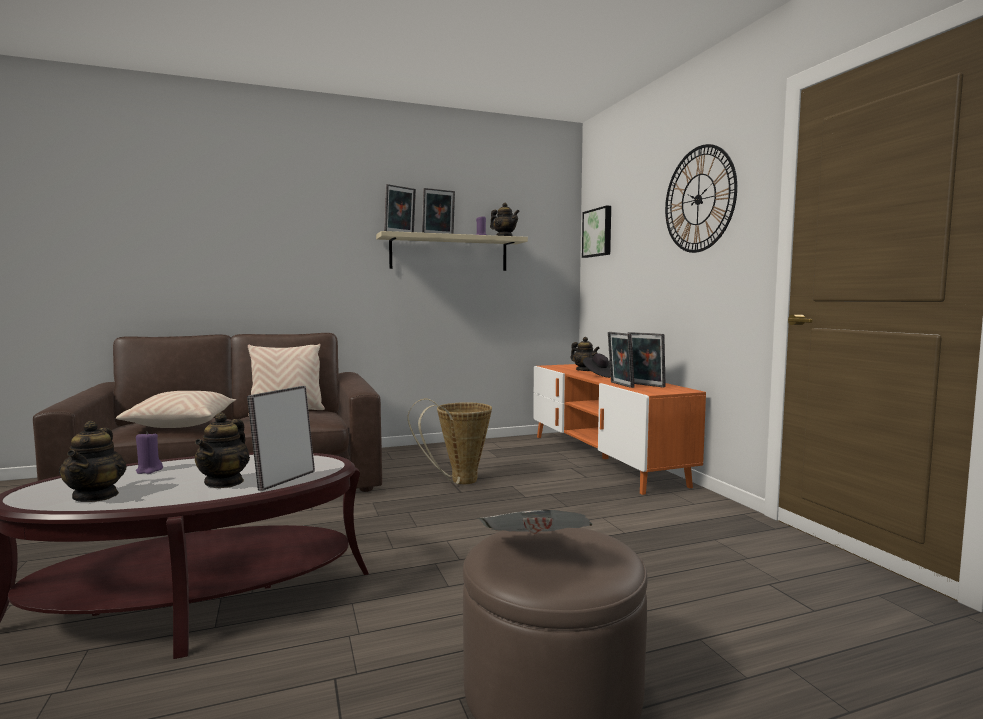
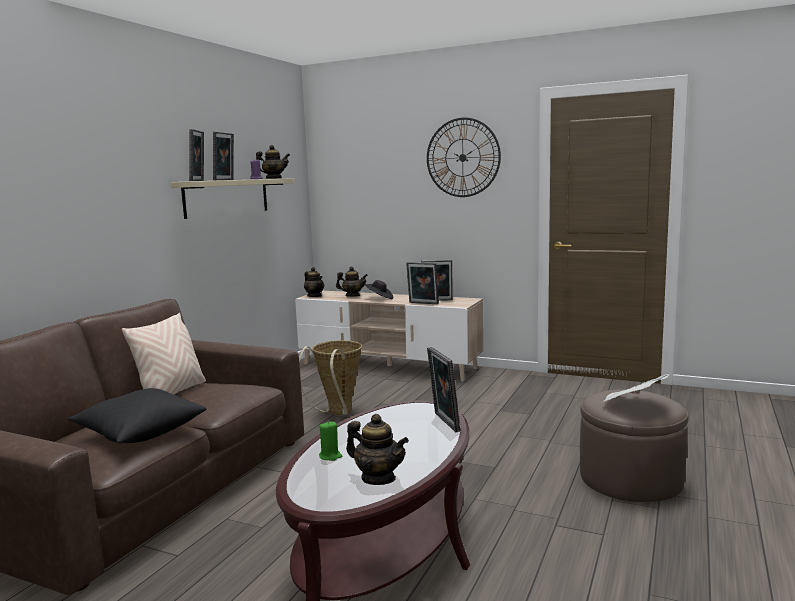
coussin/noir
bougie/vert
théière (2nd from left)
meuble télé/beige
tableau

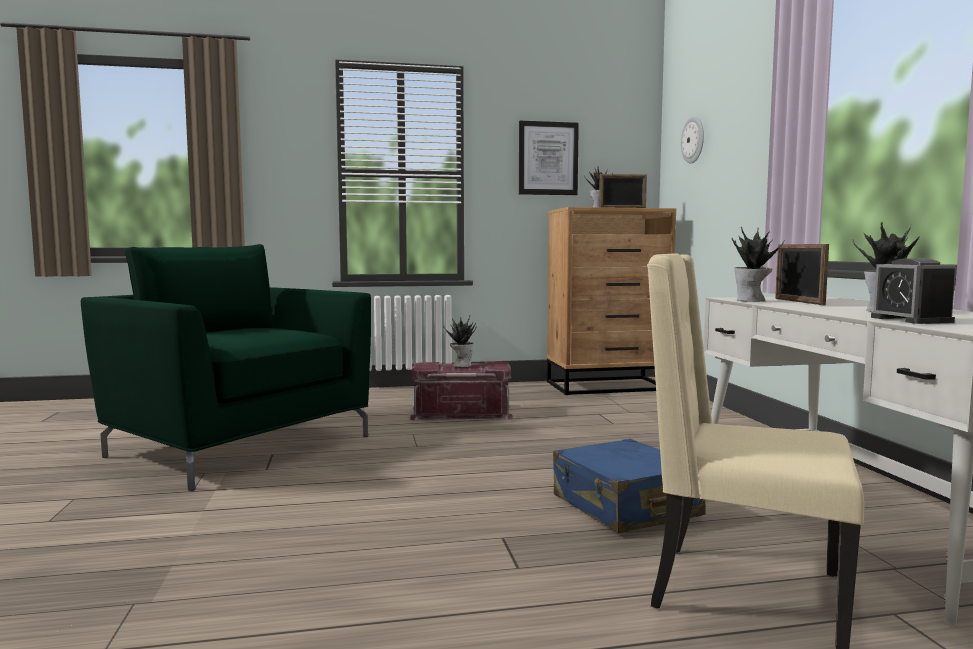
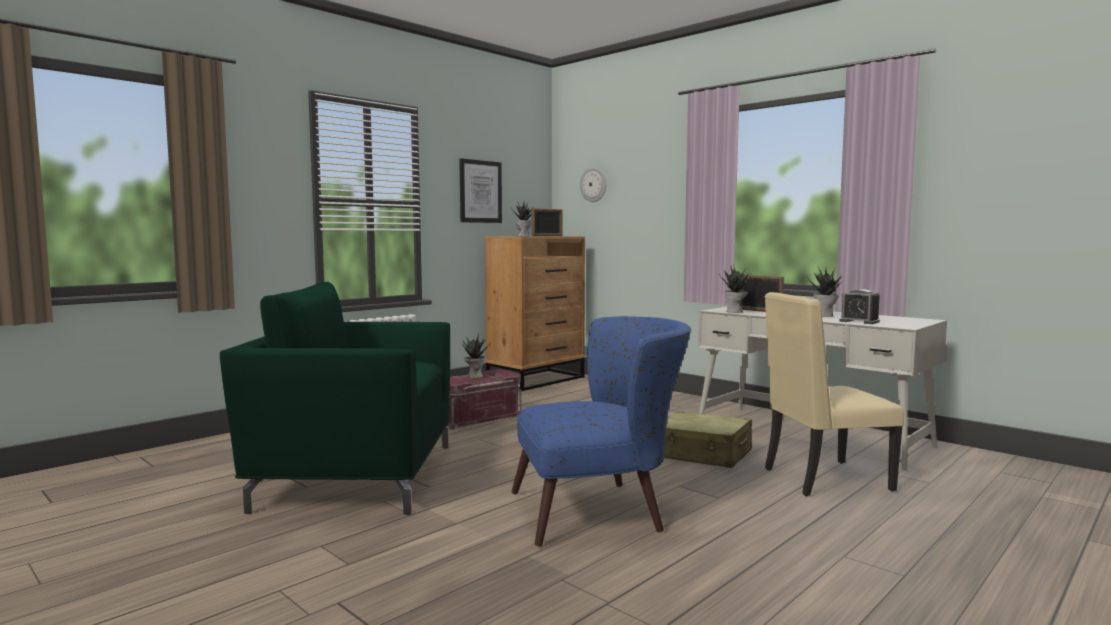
valise/beige
fauteuil/bleu

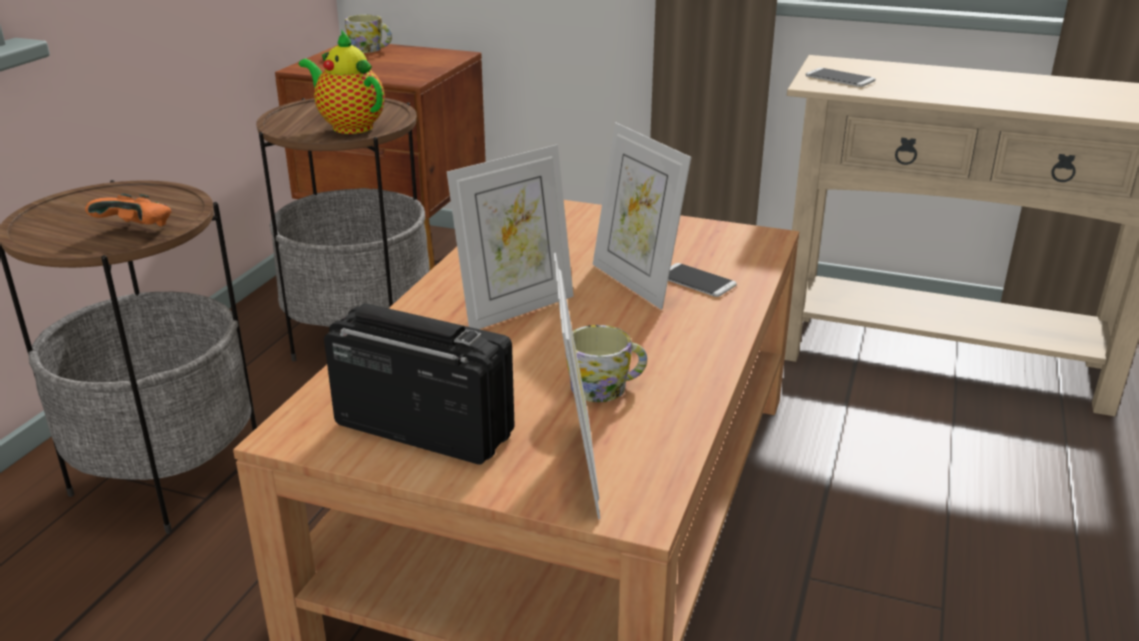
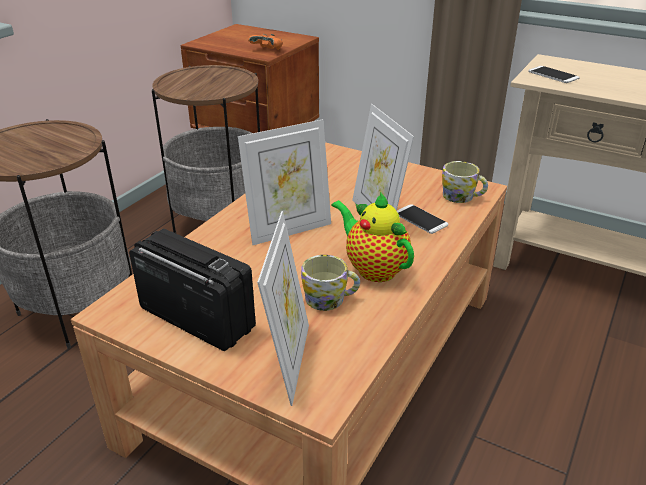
manette/orange
théière
mug (2nd from left)

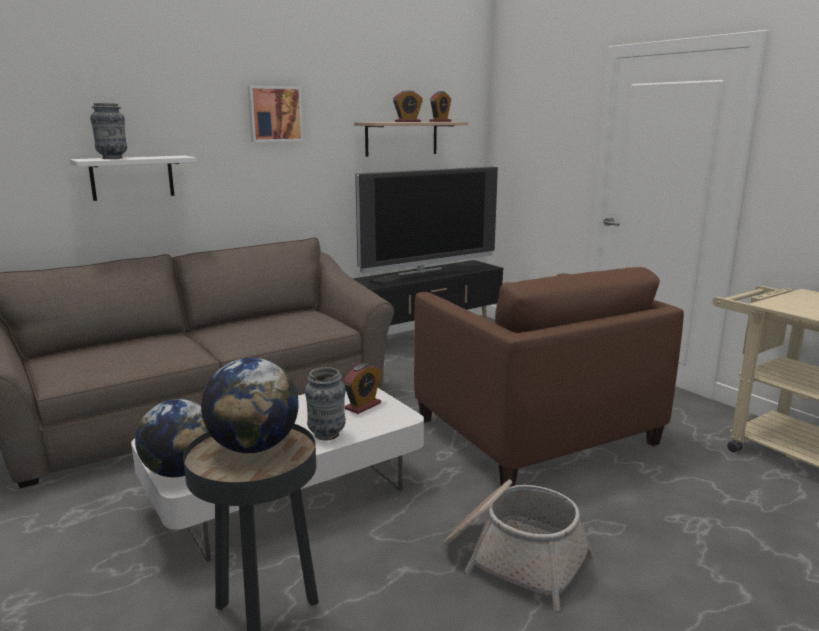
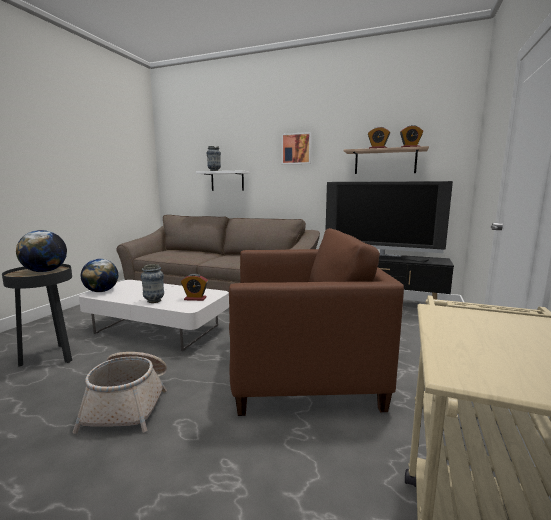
fauteuil/marron

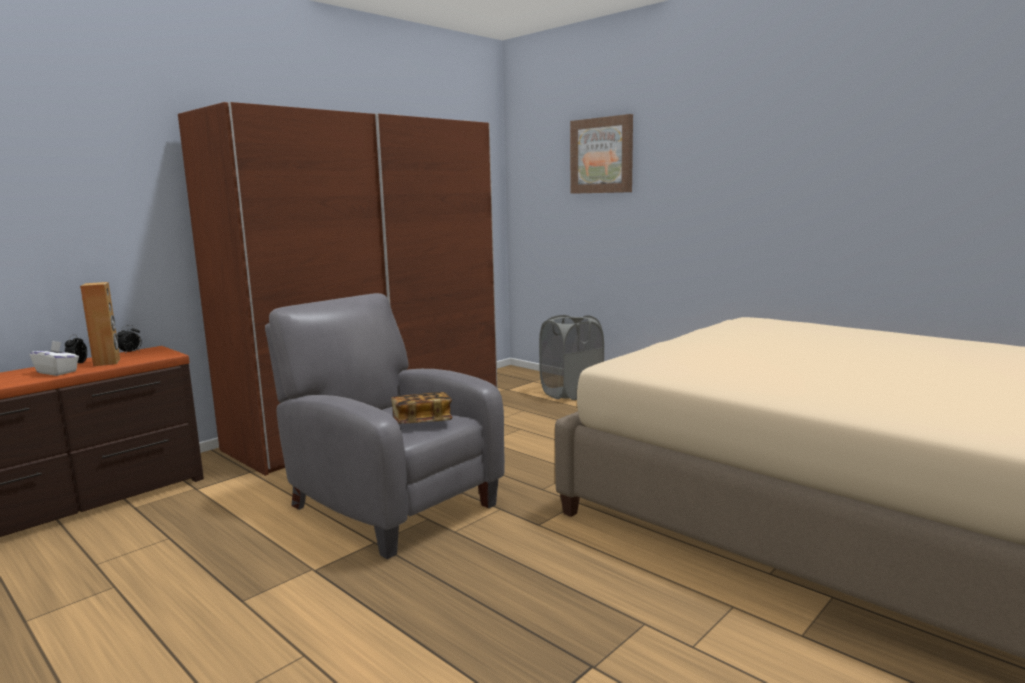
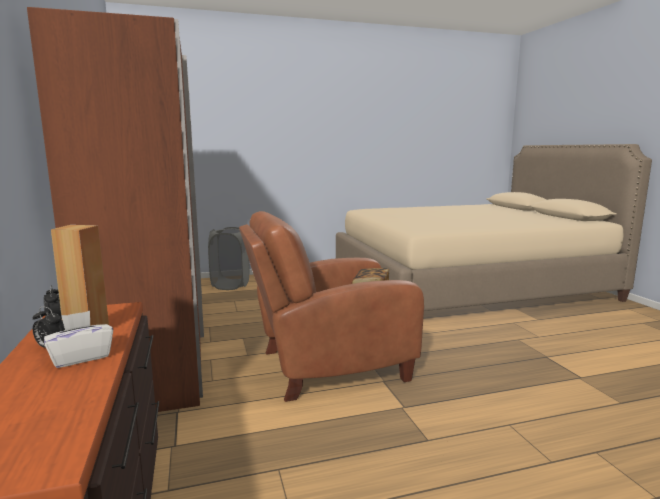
fauteuil/marron
tableau

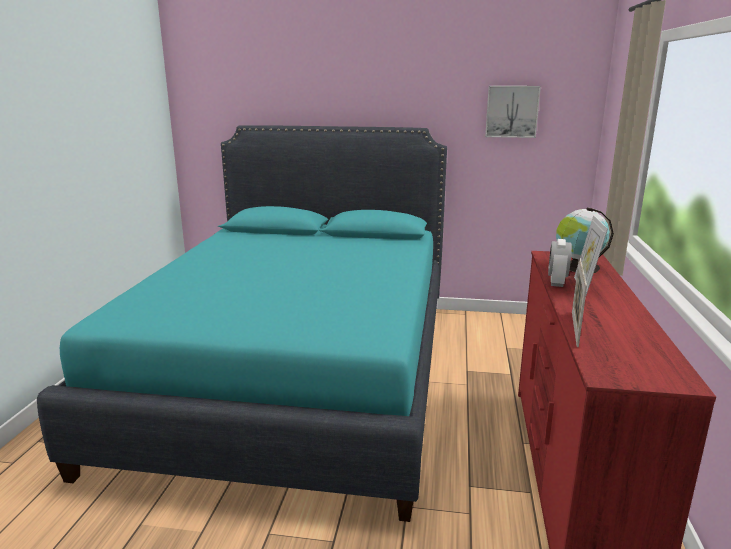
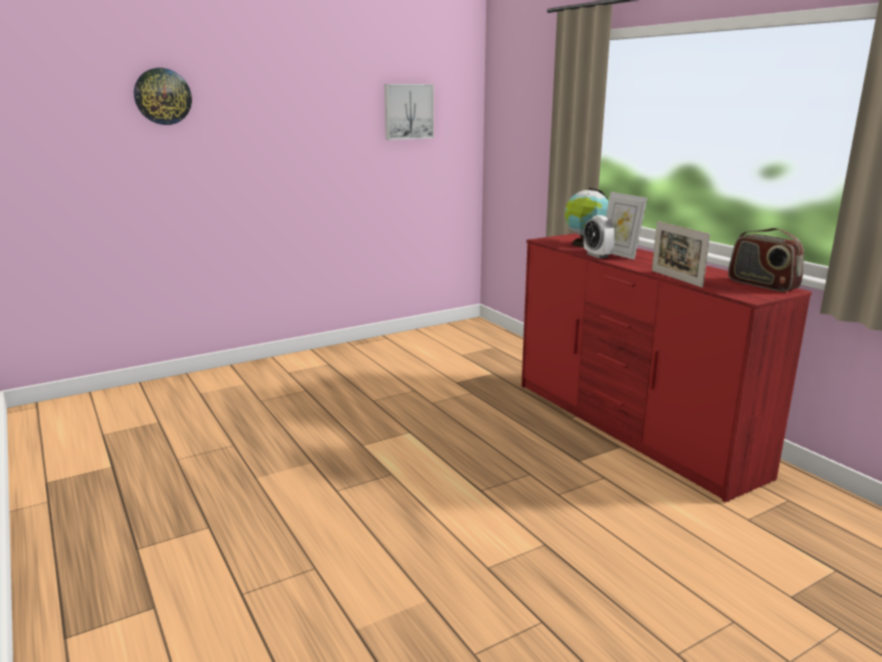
lit/turquoise
horloge murale
radio

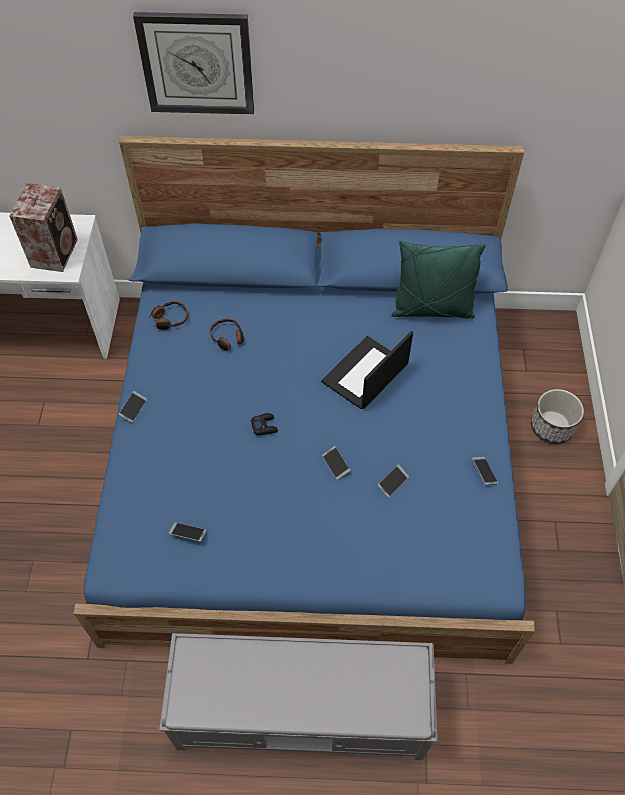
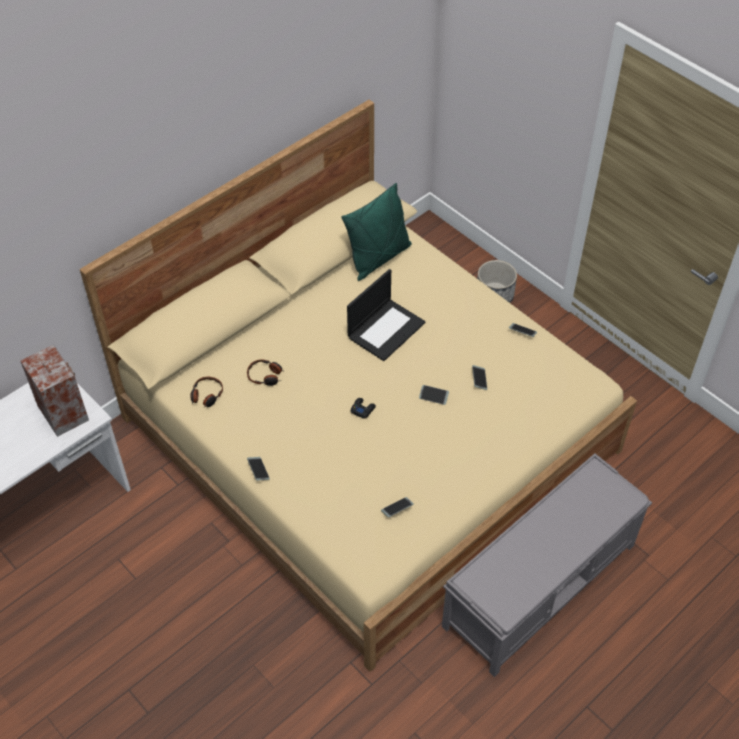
lit/beige
horloge murale
ordinateur portable

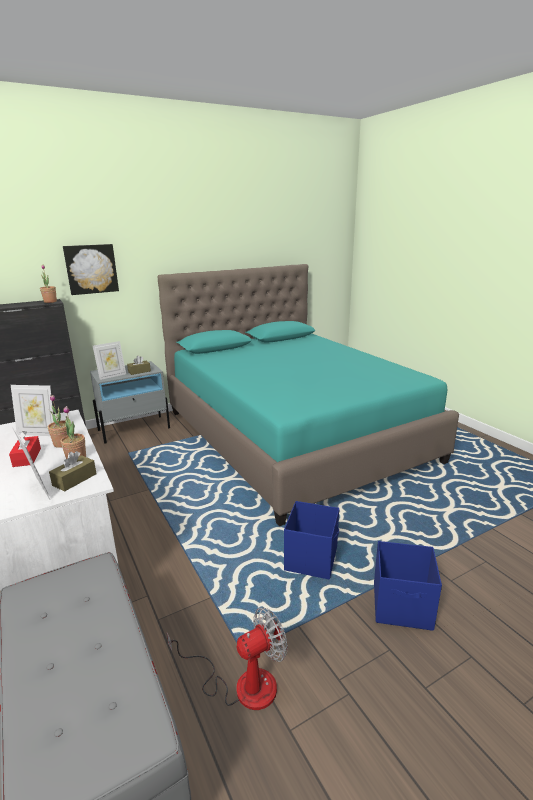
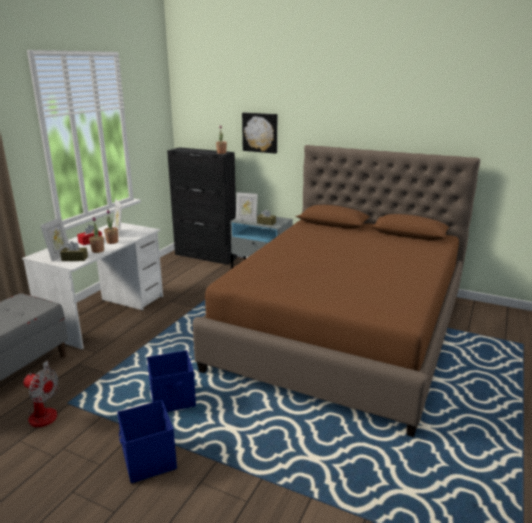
lit/marron

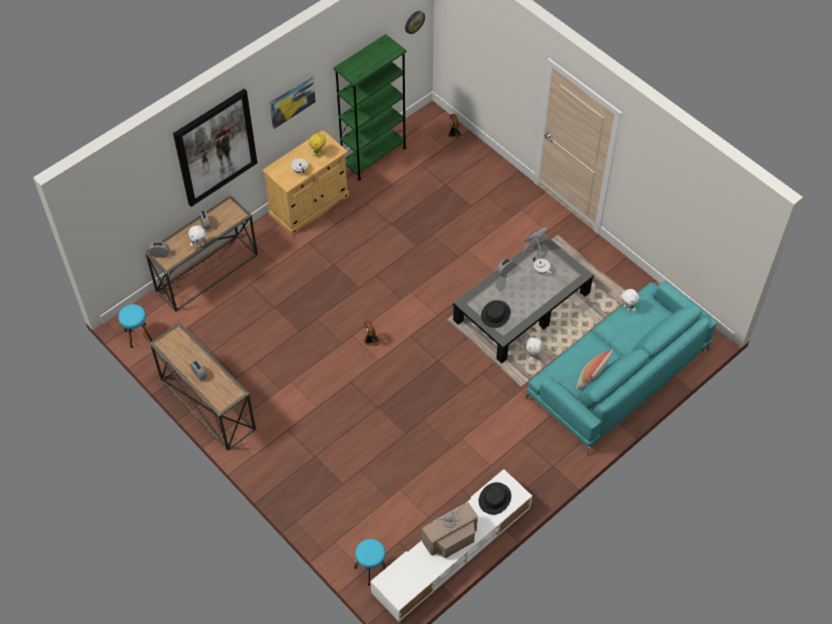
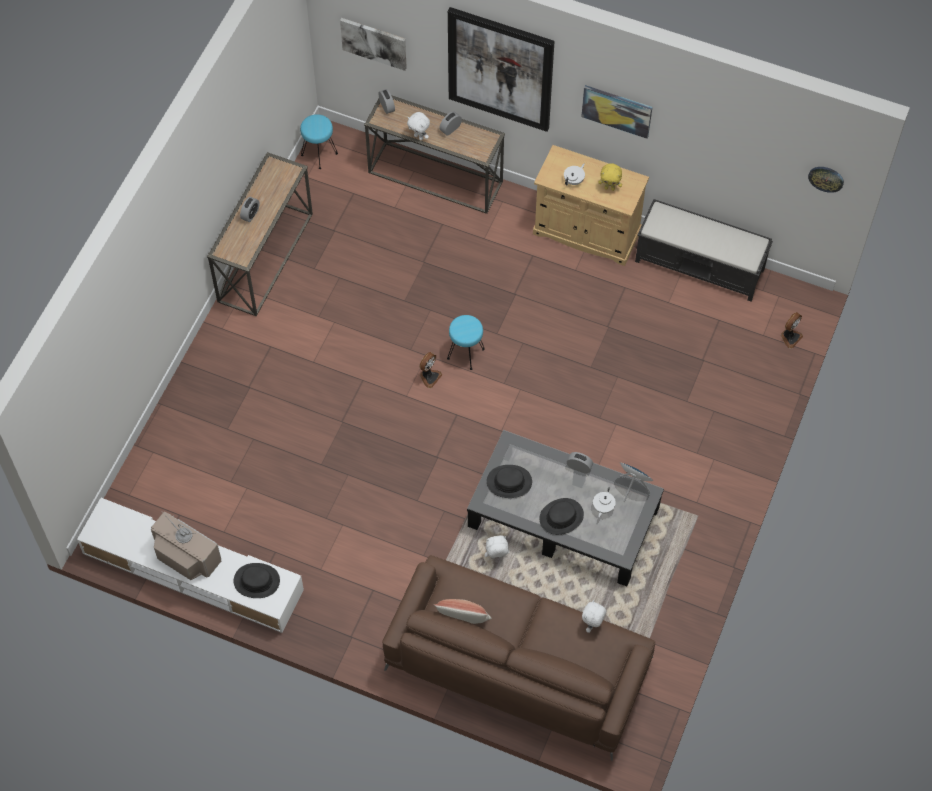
banc/noir
tabouret/turquoise (2nd from left)
canapé/marron
tableau (1st from left)
chapeau/noir (3rd from left)

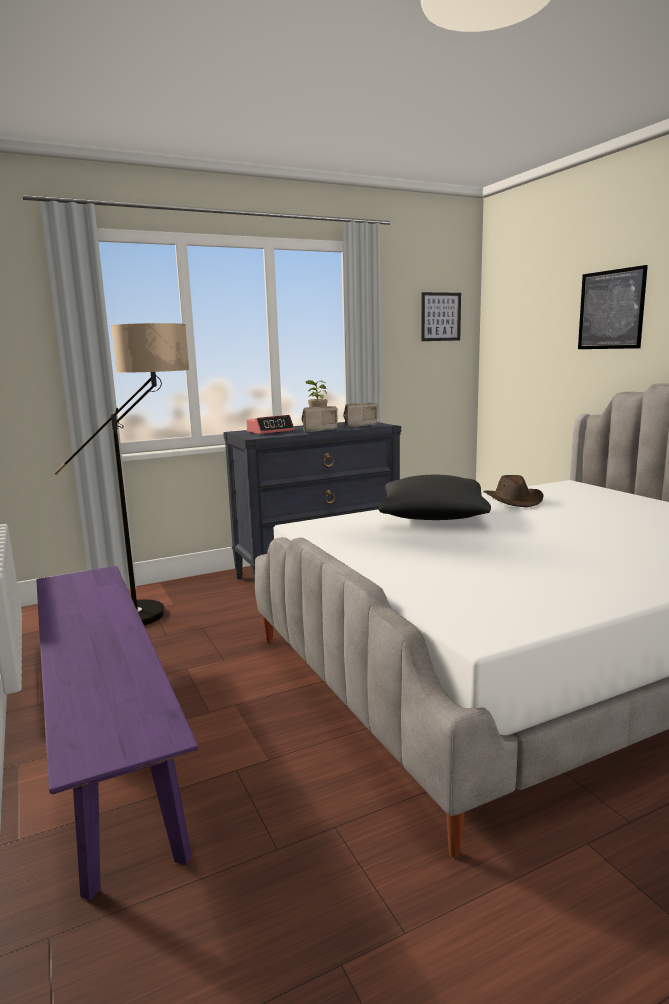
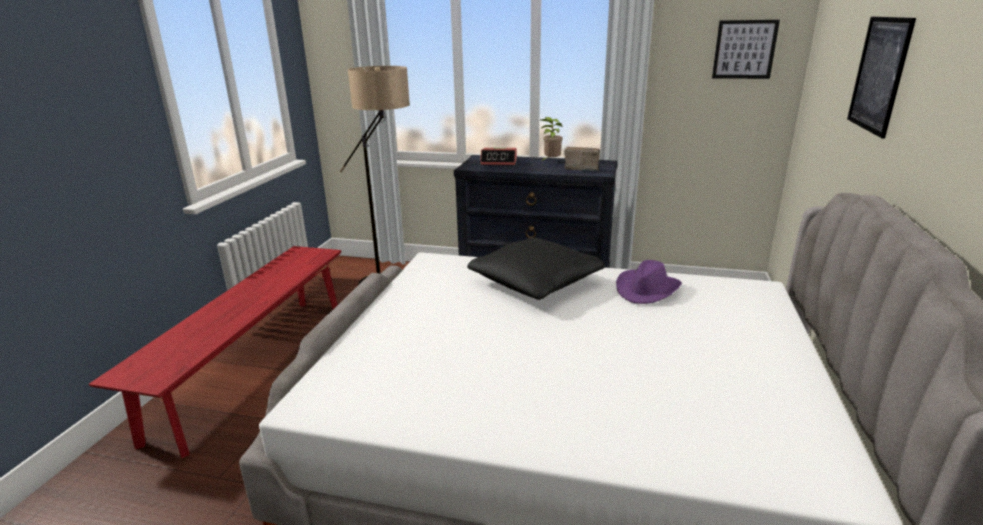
banc/rouge
radio (1st from left in the first image)
chapeau/violet

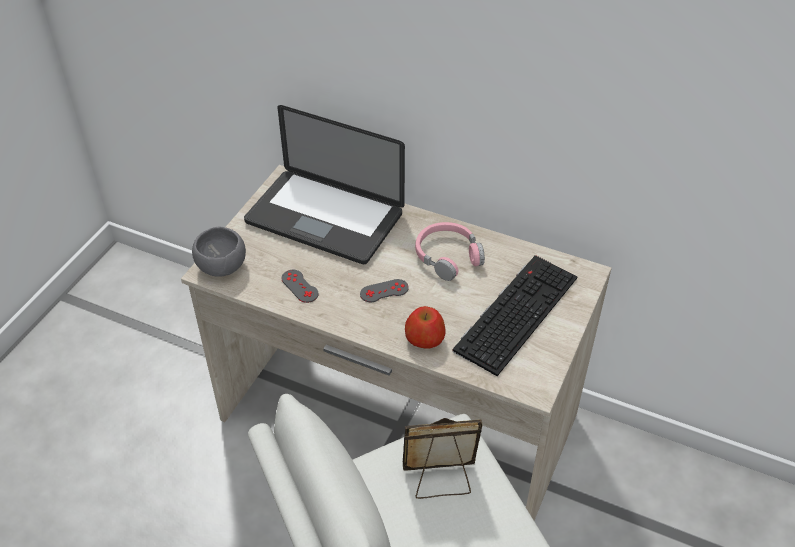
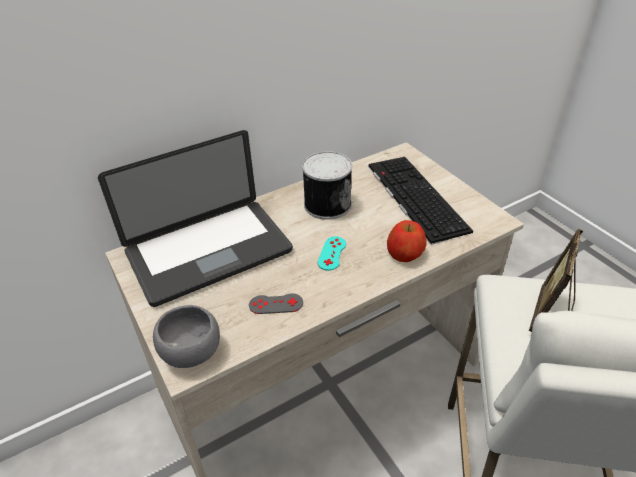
manette/turquoise
boîte métallique

